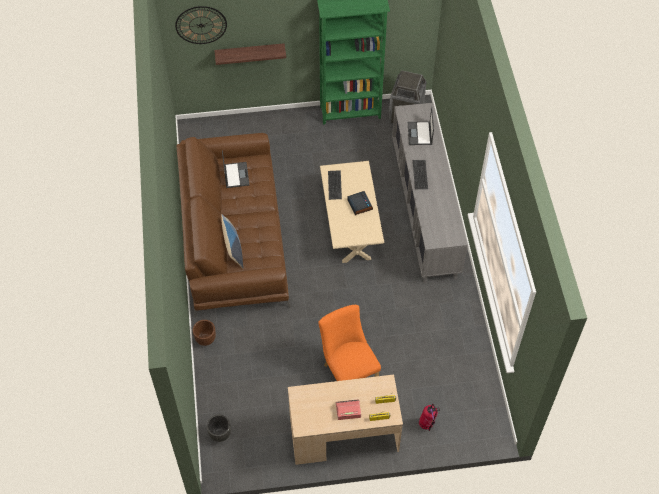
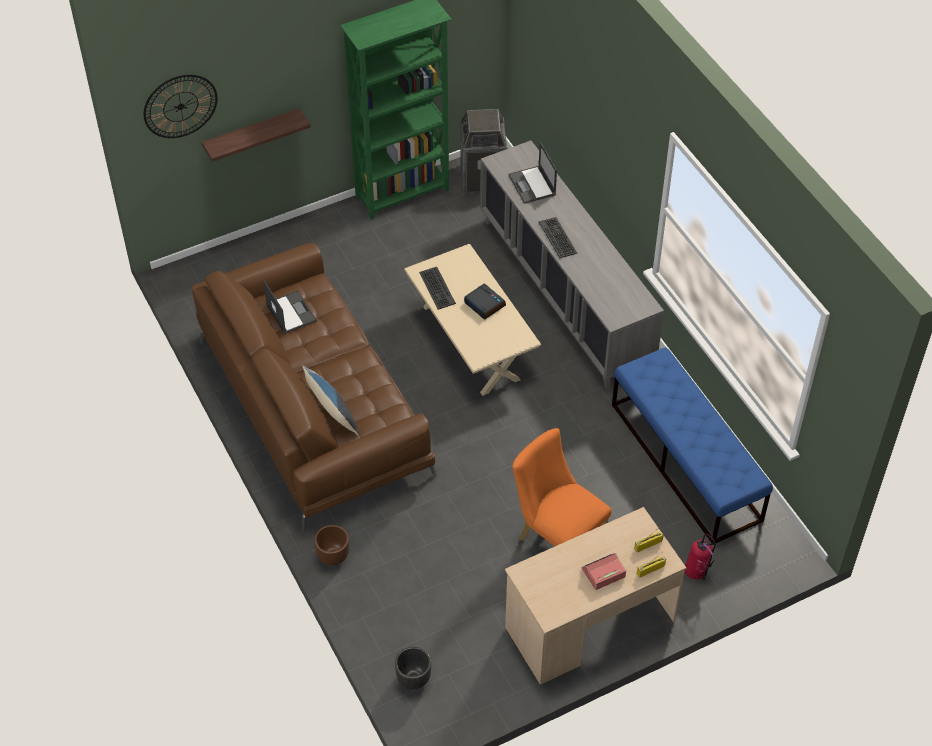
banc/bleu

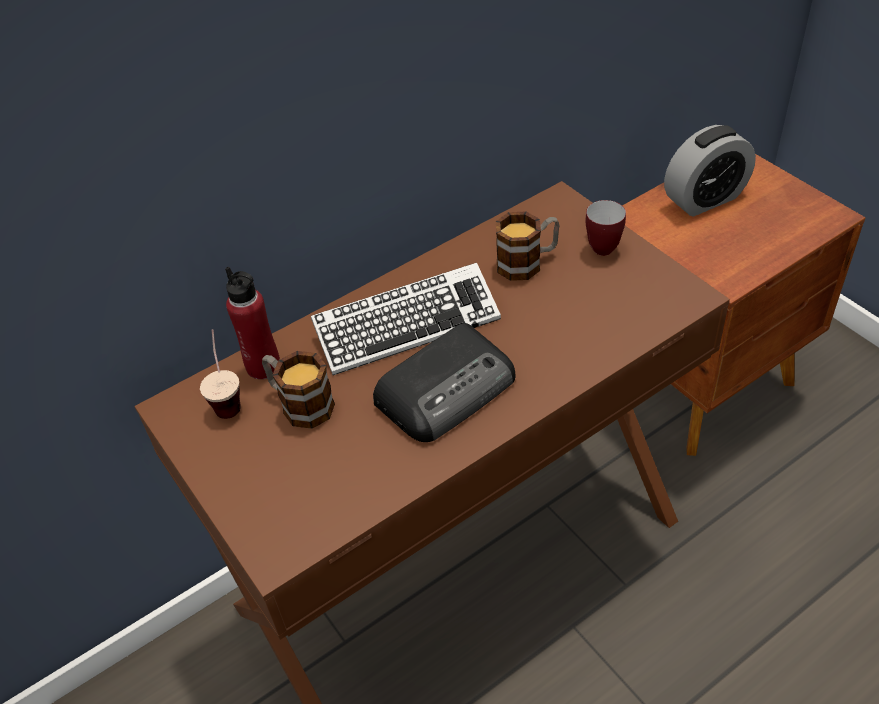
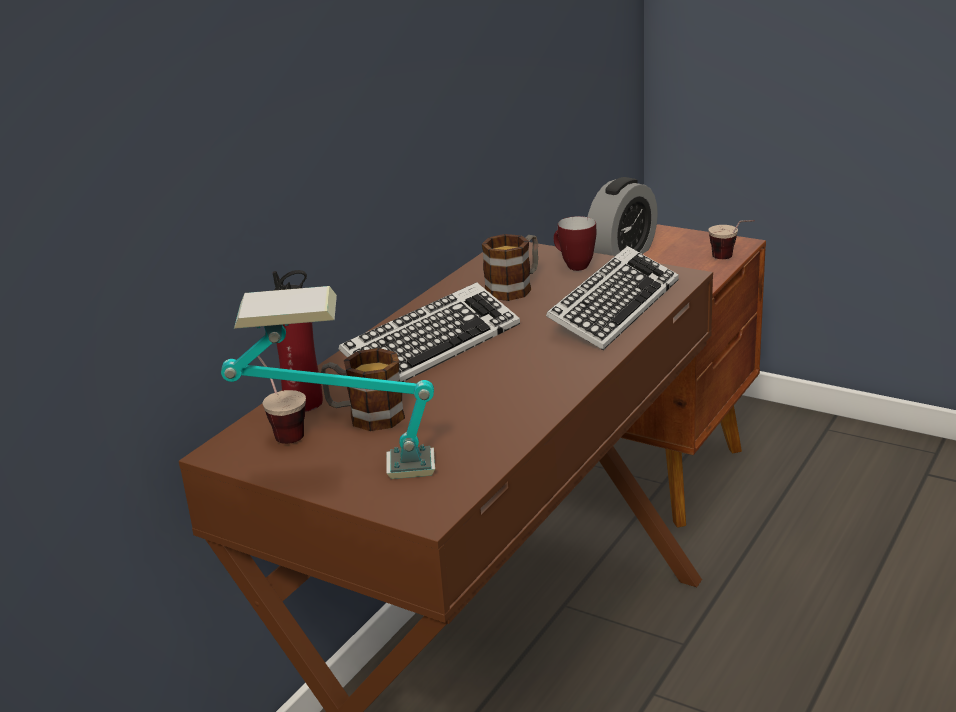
radio
lampe de table
clavier (2nd from left)
tasse (2nd from left)

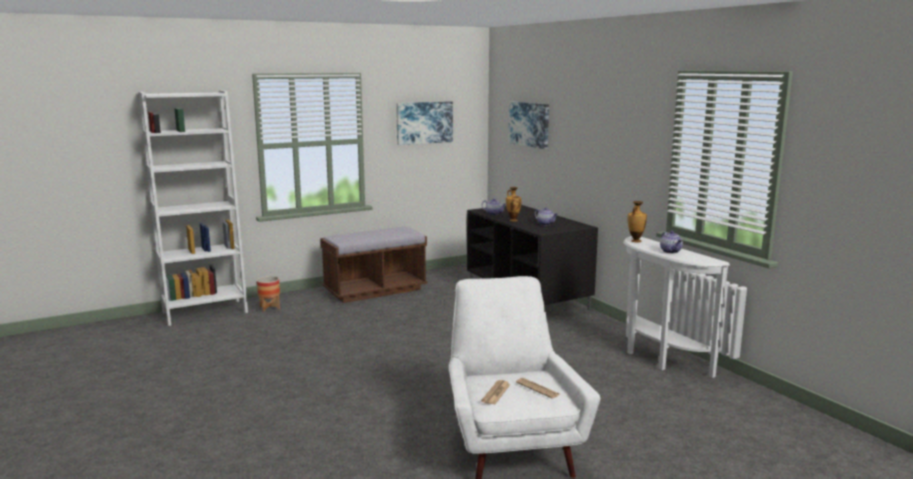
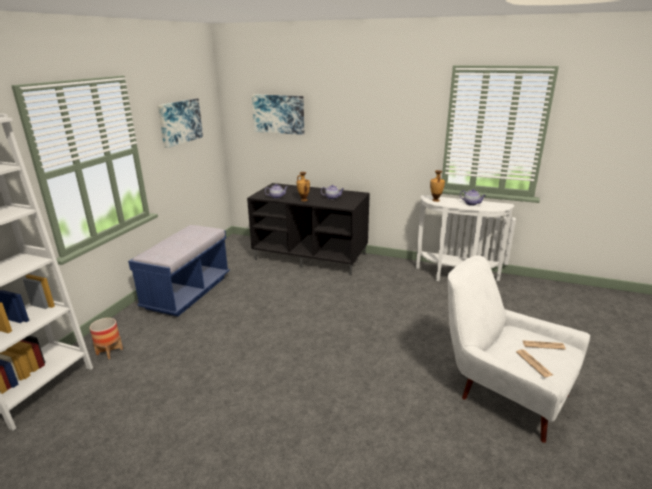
banc/bleu

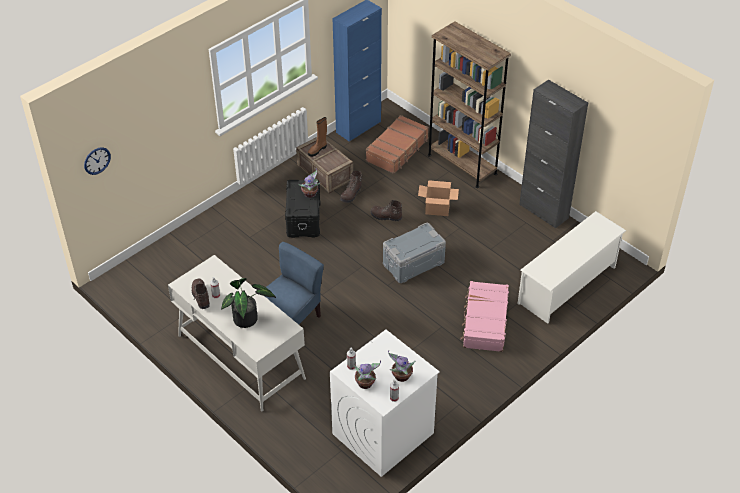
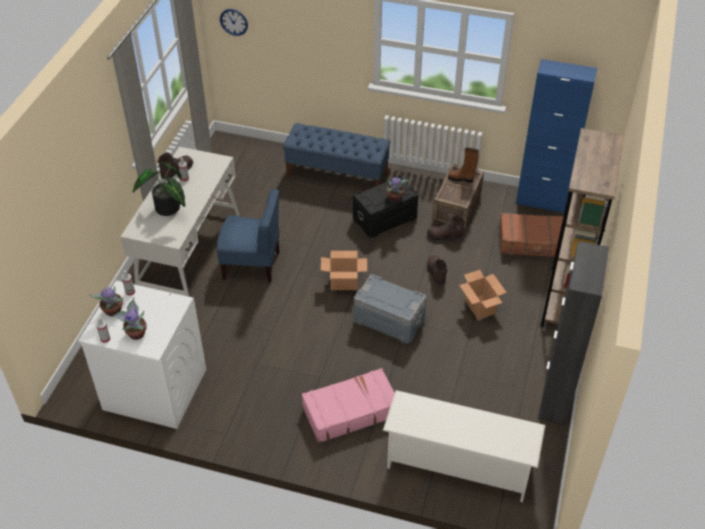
banc/bleu
carton (1st from left)

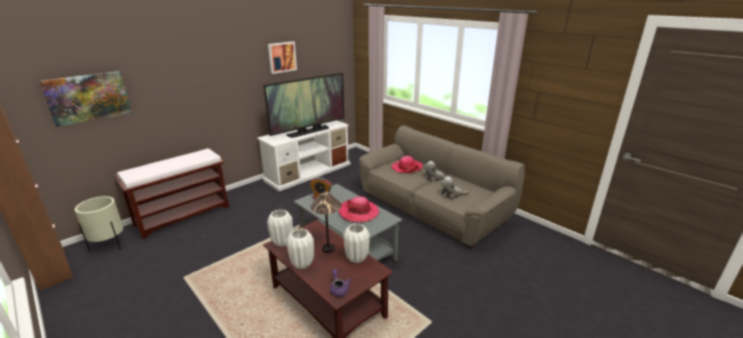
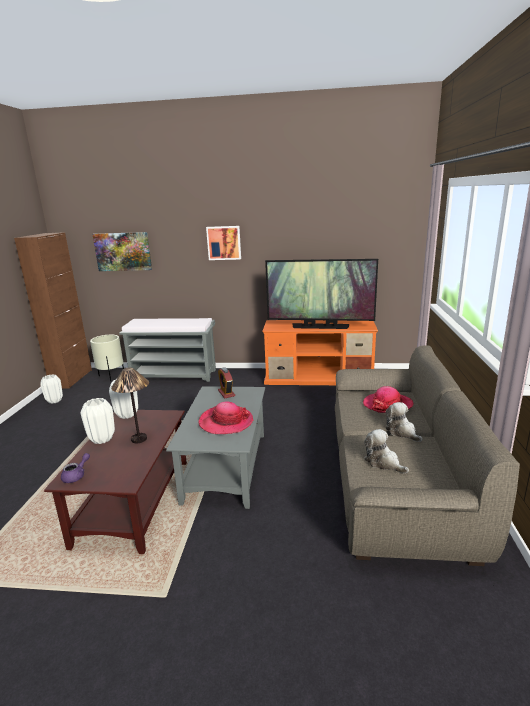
banc/gris
meuble télé/orange
tableau (2nd from left)
vase/blanc (1st from left)

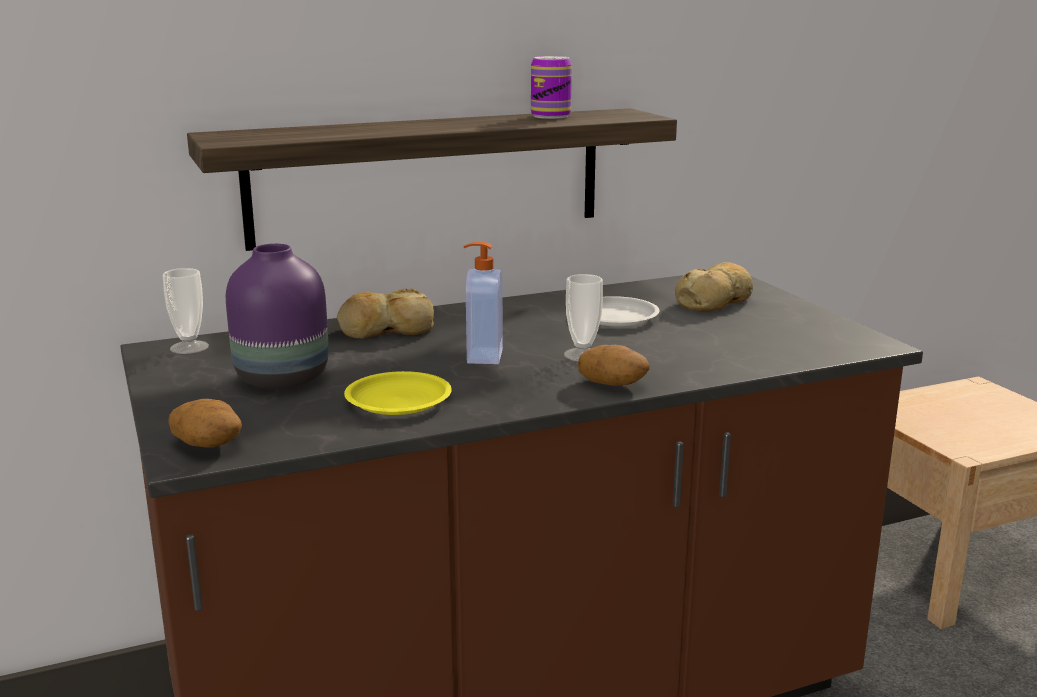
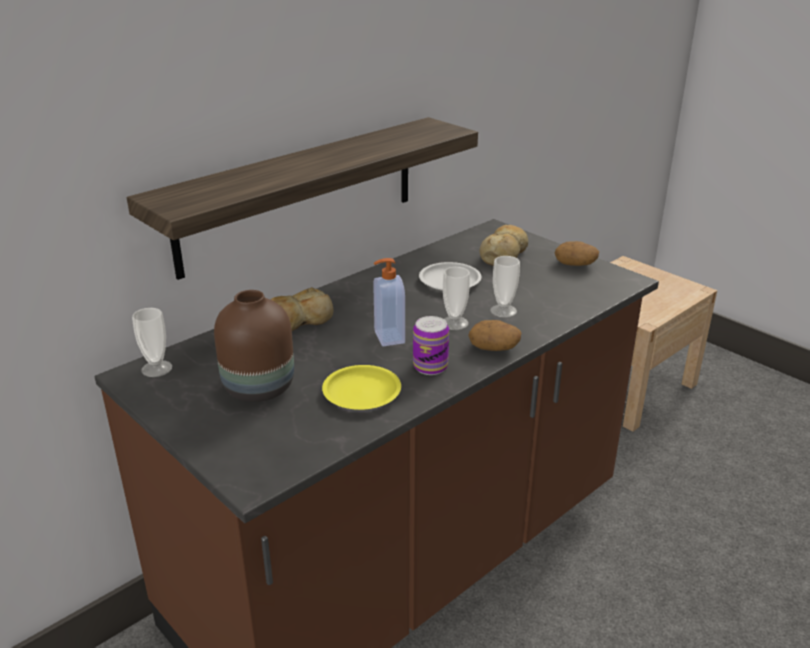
pomme de terre (2nd from left)
vase/marron
boîte métallique
tasse (3rd from left)

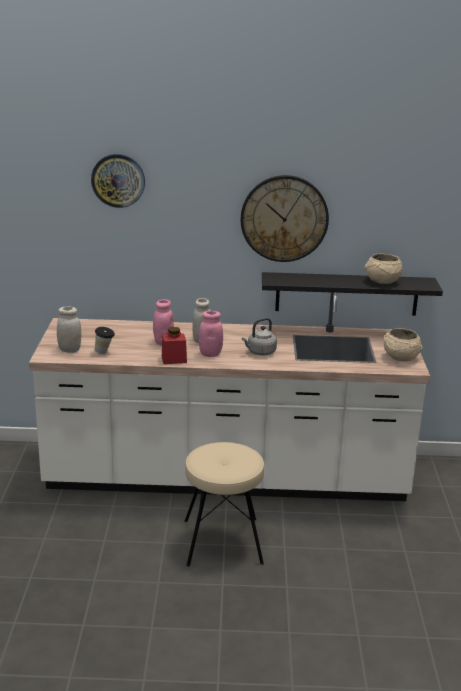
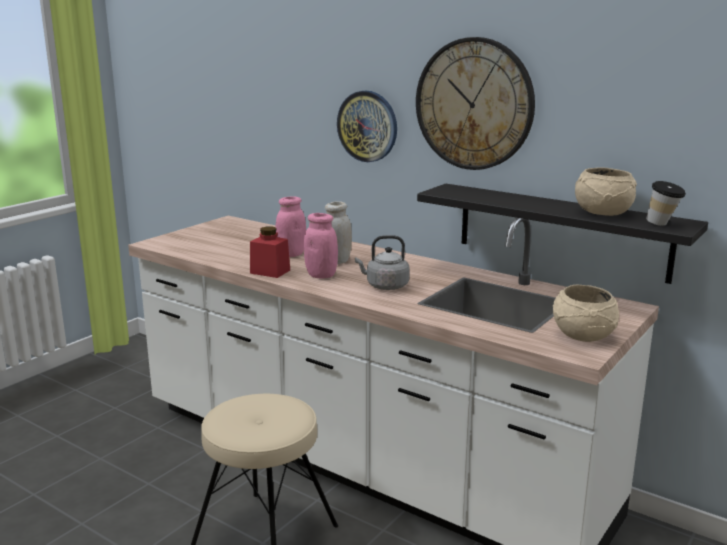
bocal/blanc (1st from left in the first image)
horloge murale (1st from left)
tasse

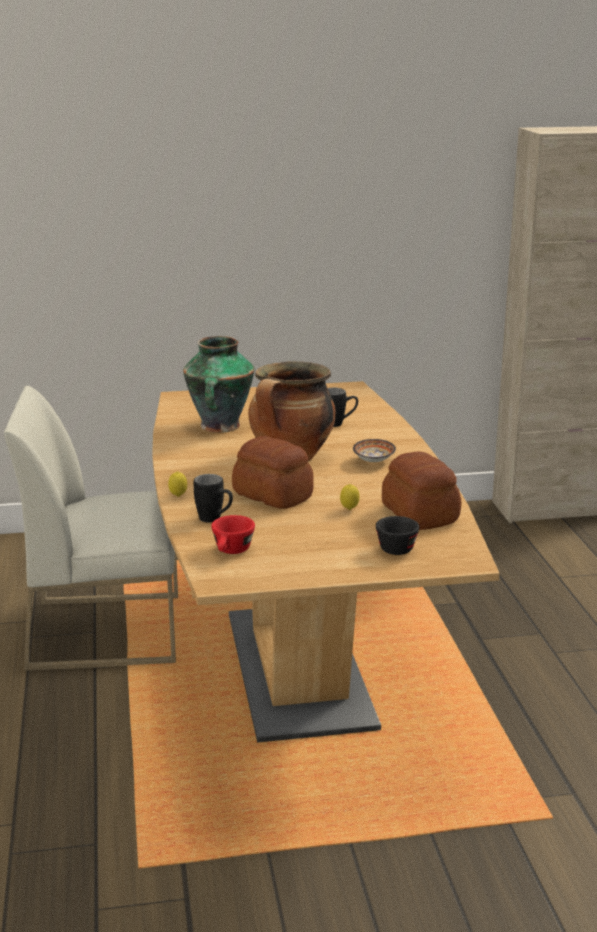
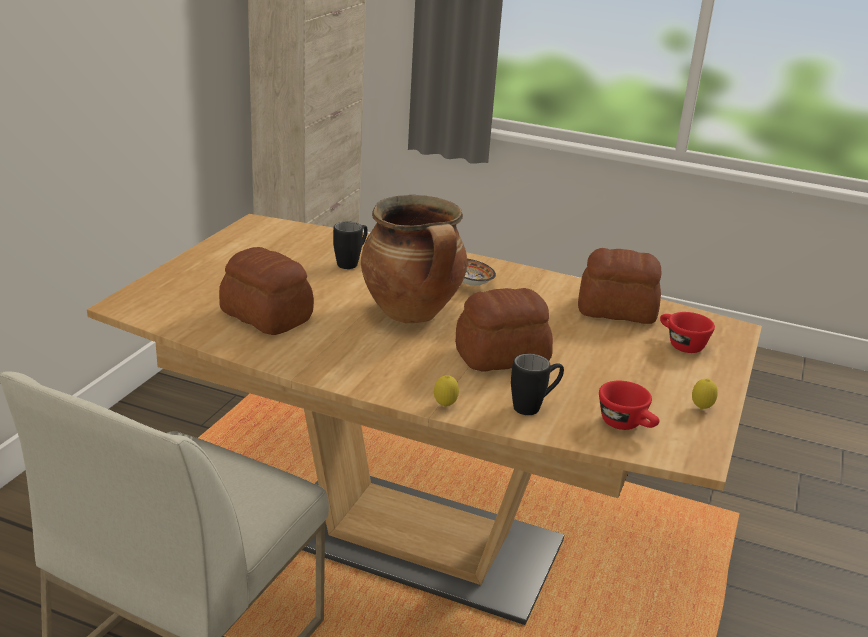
pain (1st from left)
citron (2nd from left)
tasse/rouge (2nd from left)

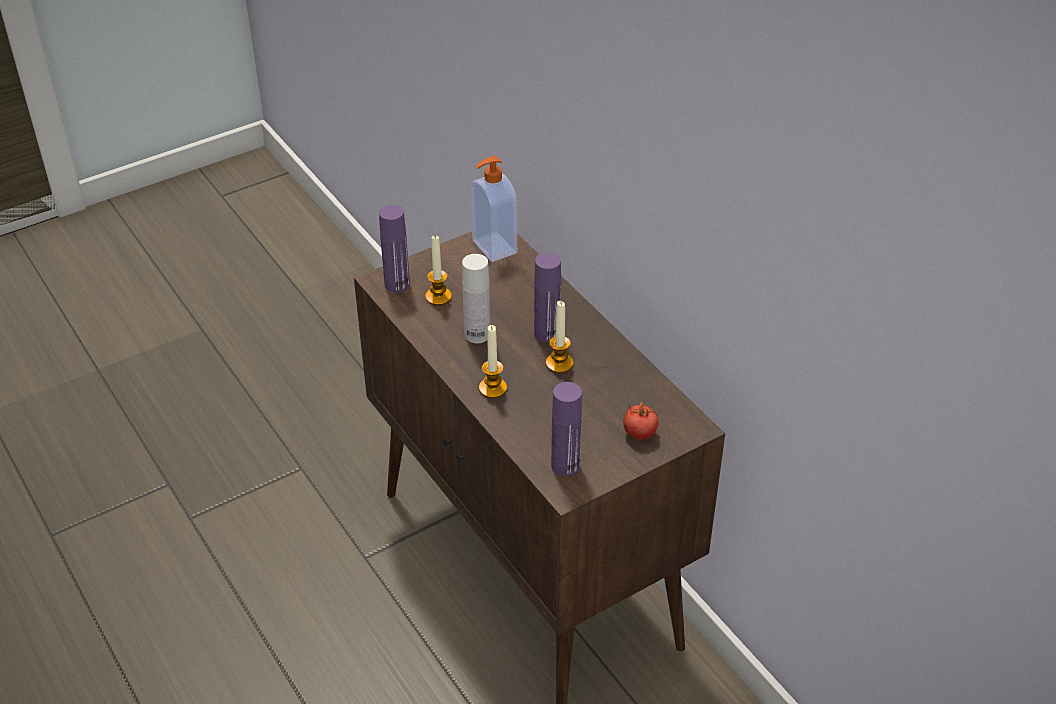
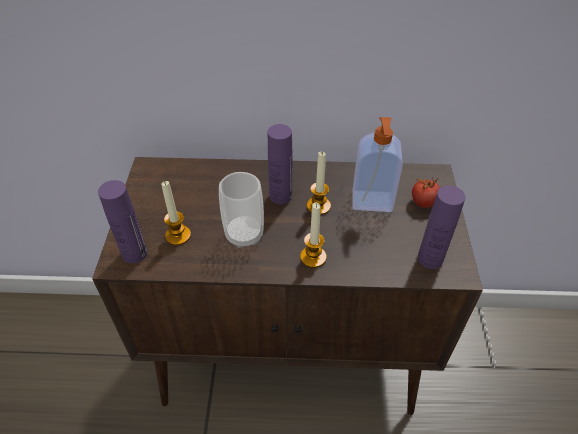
tasse
distributeur de savon

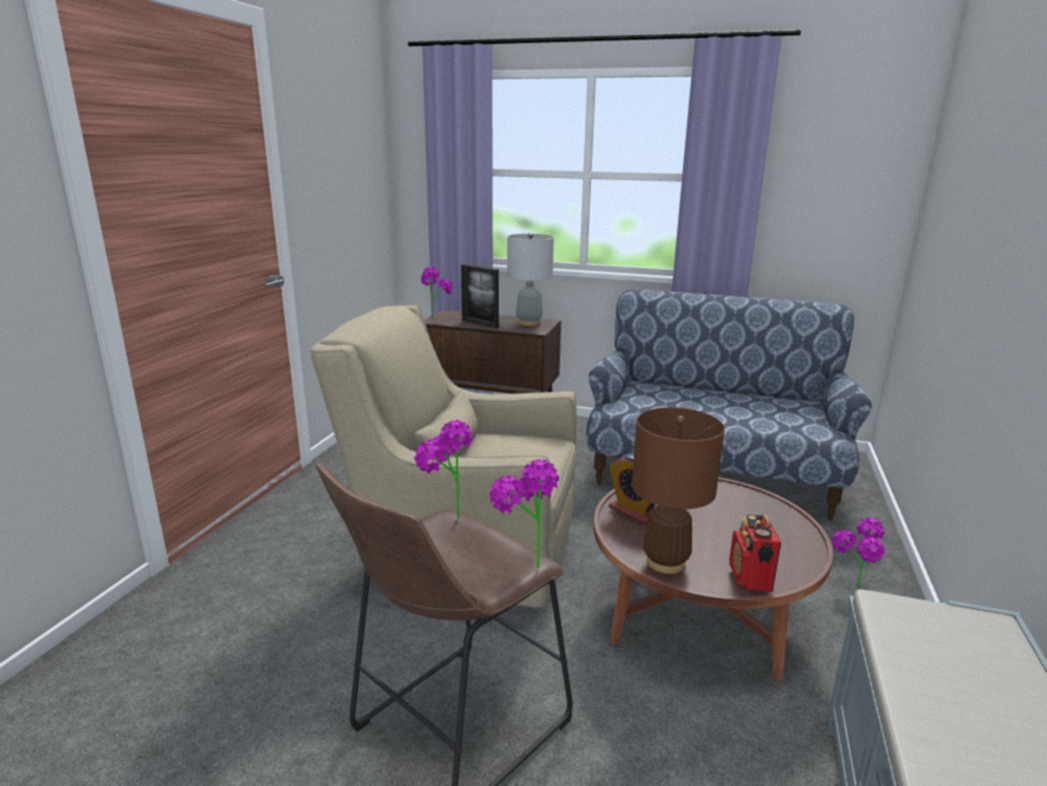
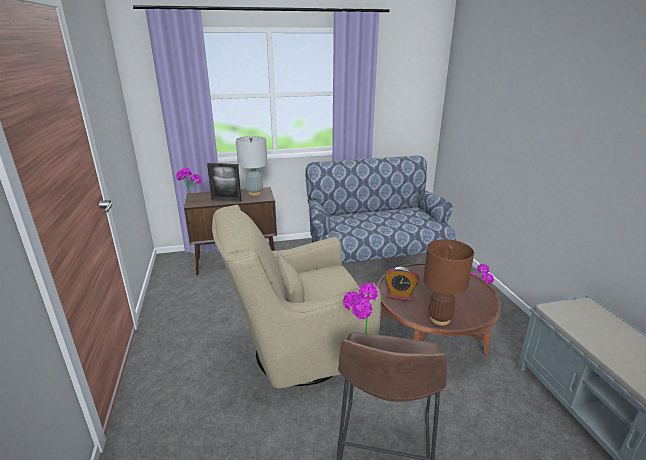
plante en pot (3rd from left in the first image)
radio

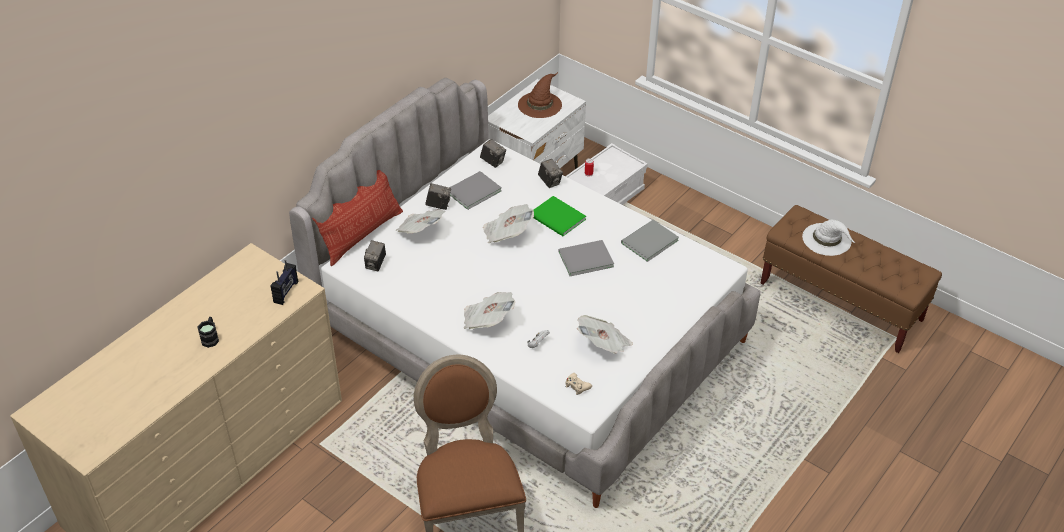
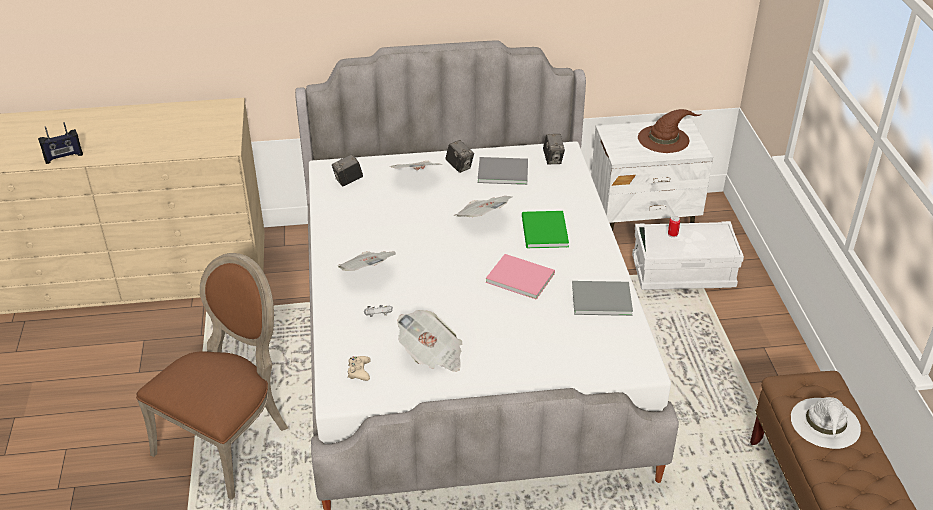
mug/noir
radio
coussin
appareil photo (4th from left in the first image)
livre/rose

